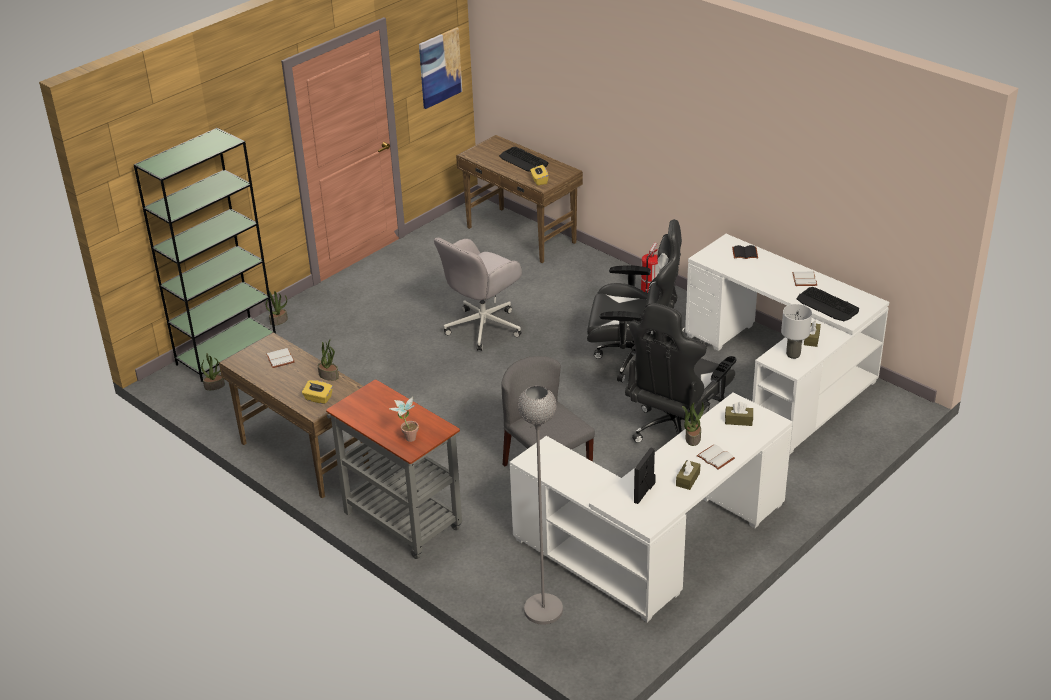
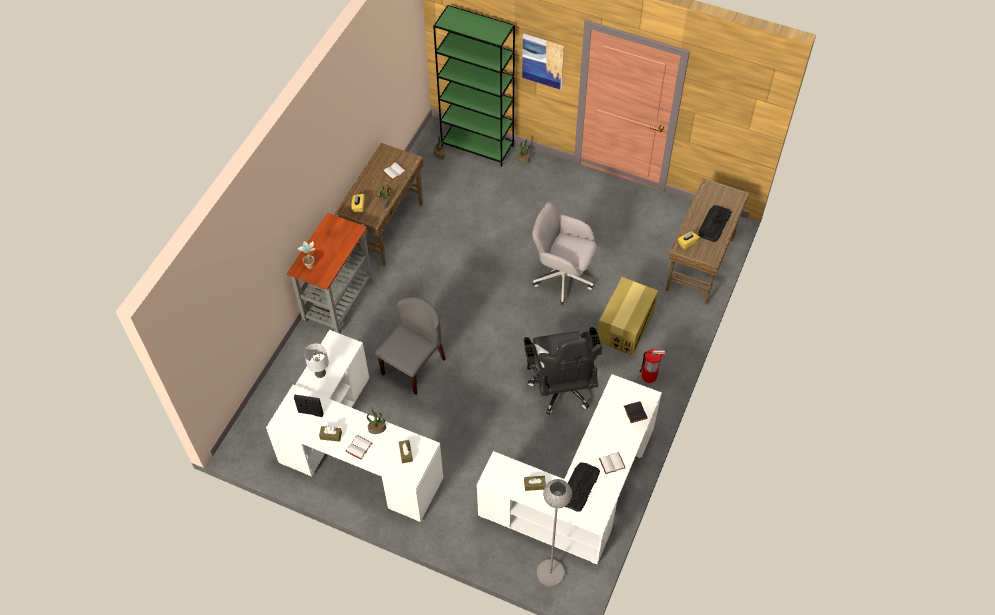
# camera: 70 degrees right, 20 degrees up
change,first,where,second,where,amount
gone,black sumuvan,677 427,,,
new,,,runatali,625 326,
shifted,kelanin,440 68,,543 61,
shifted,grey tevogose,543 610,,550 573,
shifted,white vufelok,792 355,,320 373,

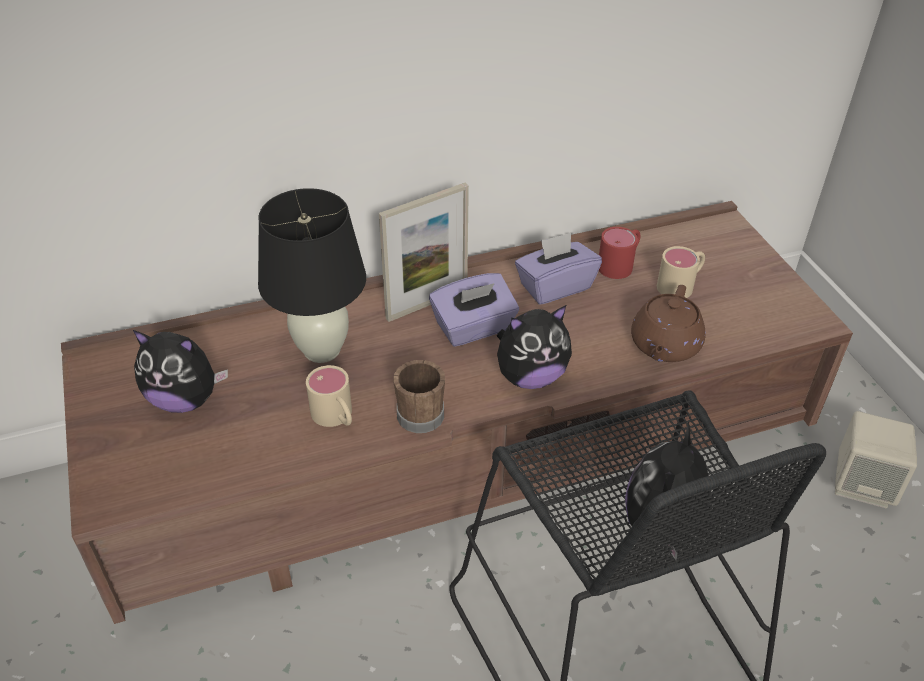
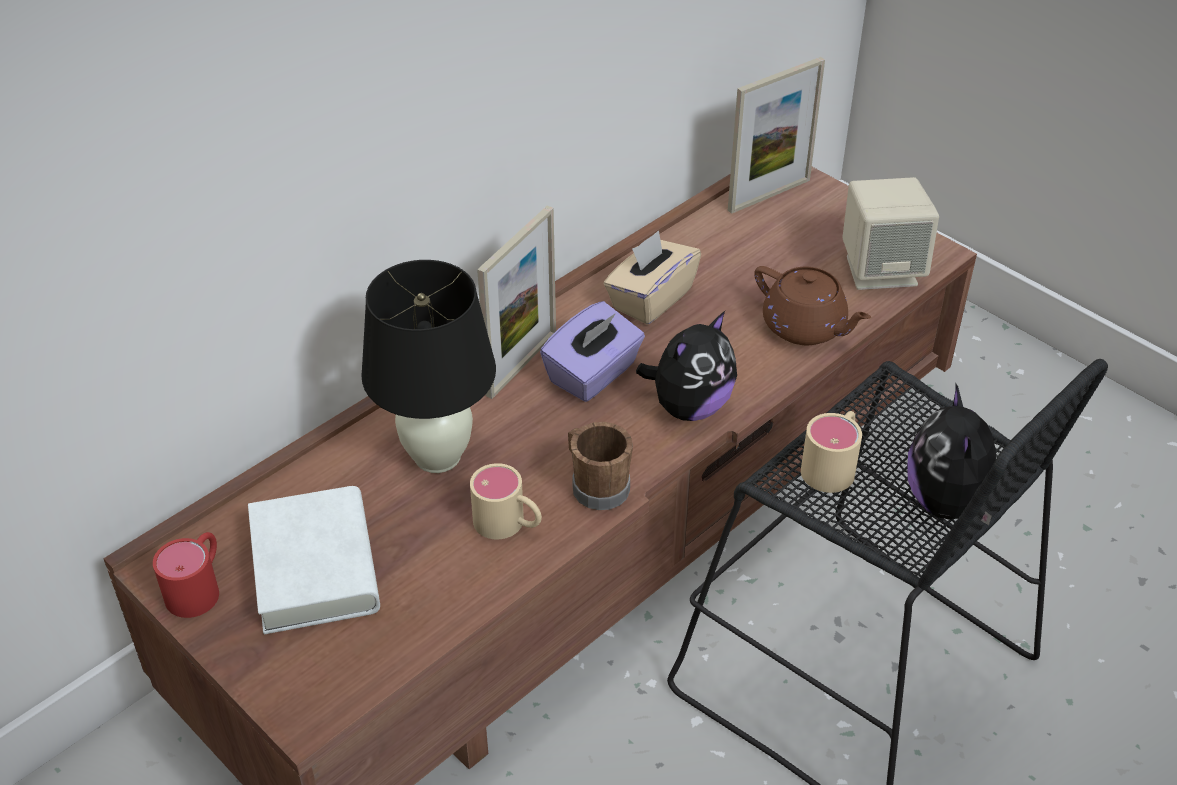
# camera: 25 degrees left, 0 degrees up
change,first,where,second,where,amount
new,,,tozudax,769 195,
shifted,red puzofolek,620 264,,199 586,
shifted,beige puzofolek,681 284,,833 464,
shifted,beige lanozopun,862 484,,881 270,
swapped,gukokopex,185 399,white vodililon,315 568,
repainted,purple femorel,555 286,beige femorel,650 299,
rotated,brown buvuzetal,664 346,,805 327,45 degrees counterclockwise

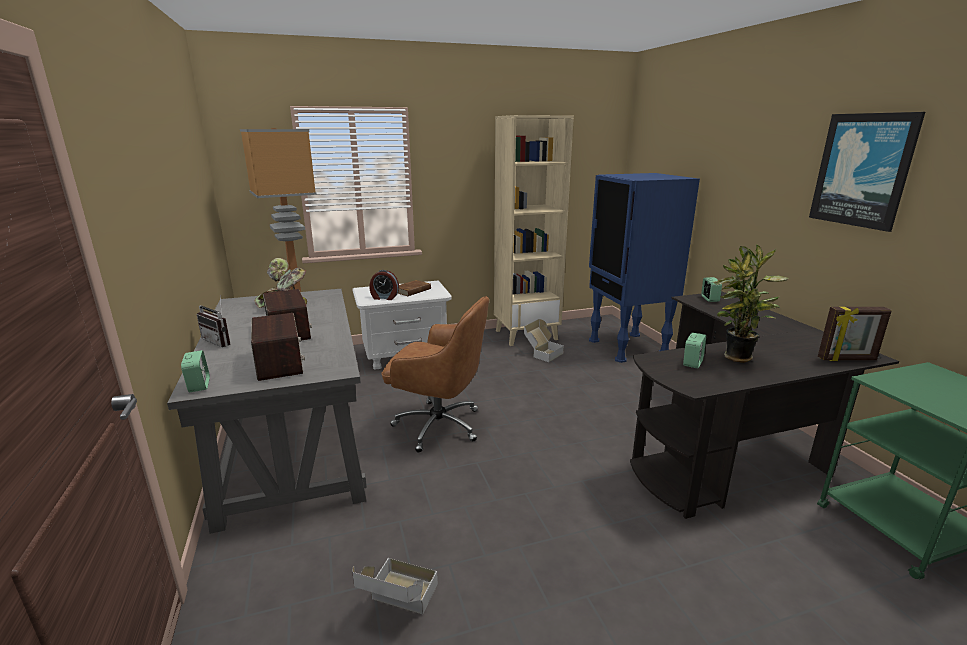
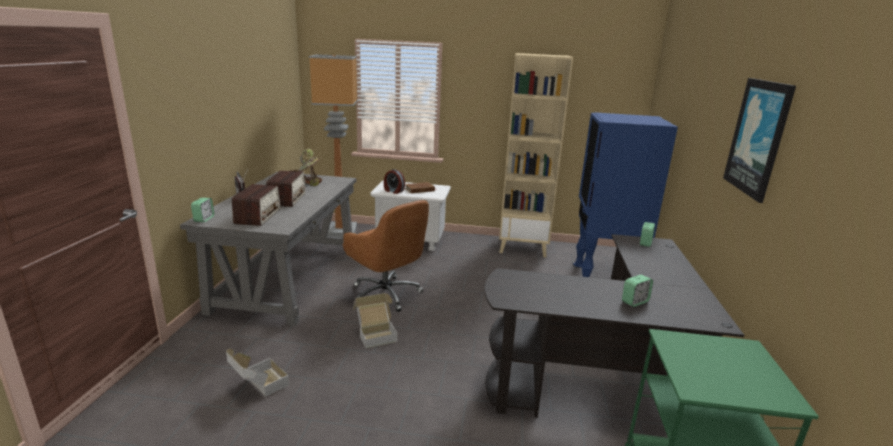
# camera: 25 degrees right, 0 degrees up
change,first,where,second,where,amount
gone,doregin,736 358,,,
gone,tozudax,847 359,,,
shifted,runatali,542 353,,376 334,
shifted,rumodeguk,692 363,,635 301,

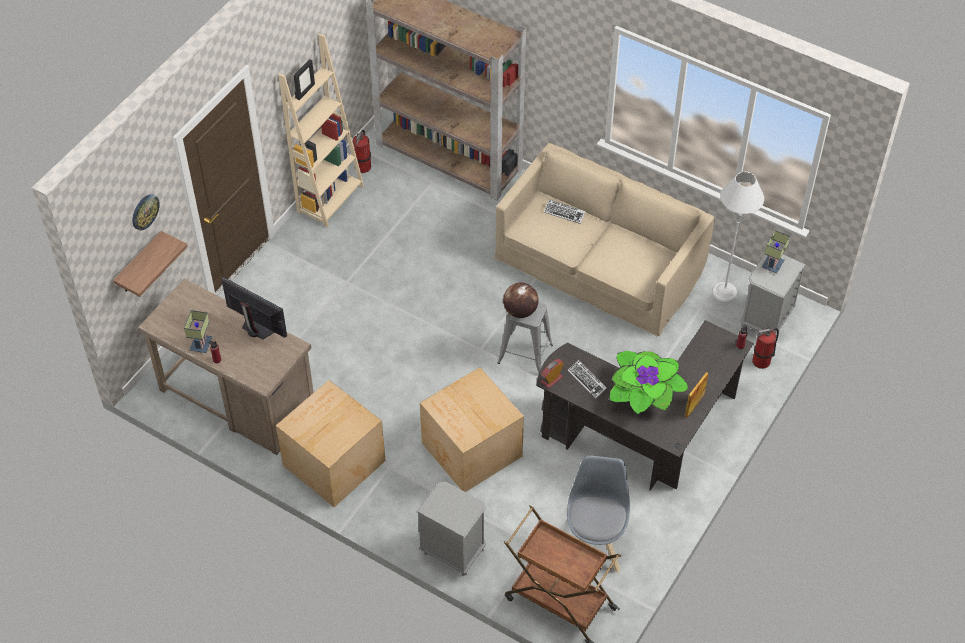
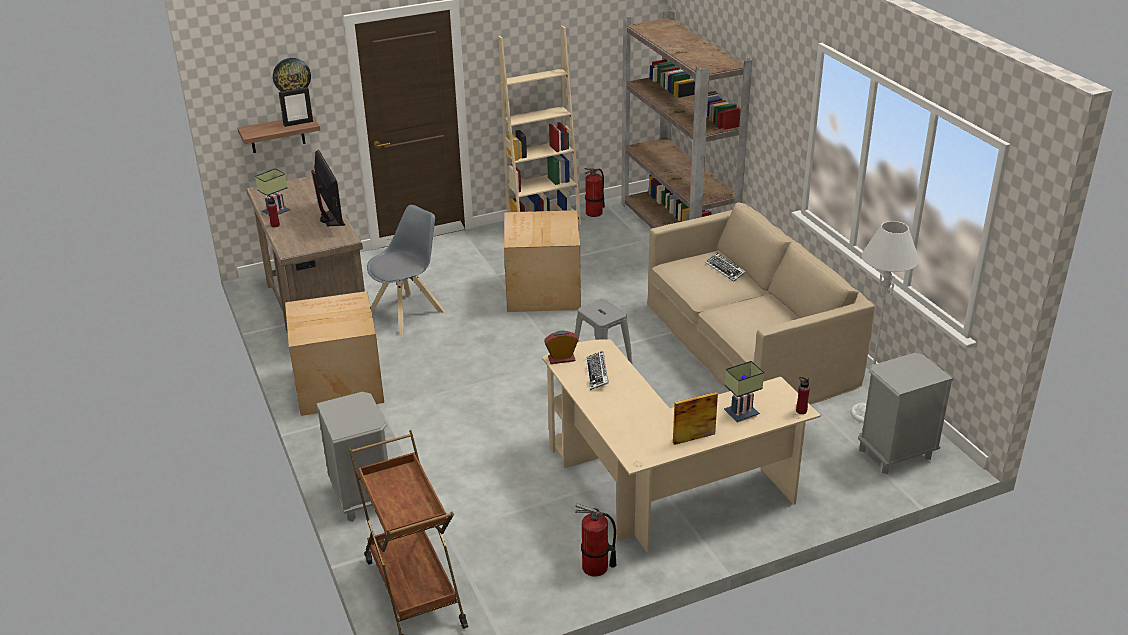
# camera: 35 degrees right, 20 degrees down
change,first,where,second,where,amount
gone,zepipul,520 311,,,
gone,doregin,644 393,,,
shifted,tozudax,305 91,,298 123,
shifted,runatali,471 451,,542 292,
shifted,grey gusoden,595 541,,407 312,
shifted,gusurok,761 361,,595 567,
shifted,vufelok,773 266,,741 415,
repainted,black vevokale,644 435,beige vevokale,658 491,

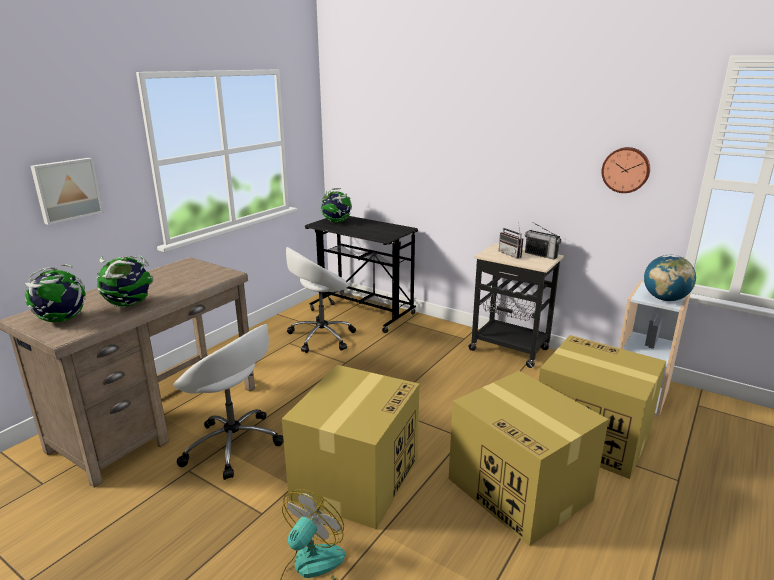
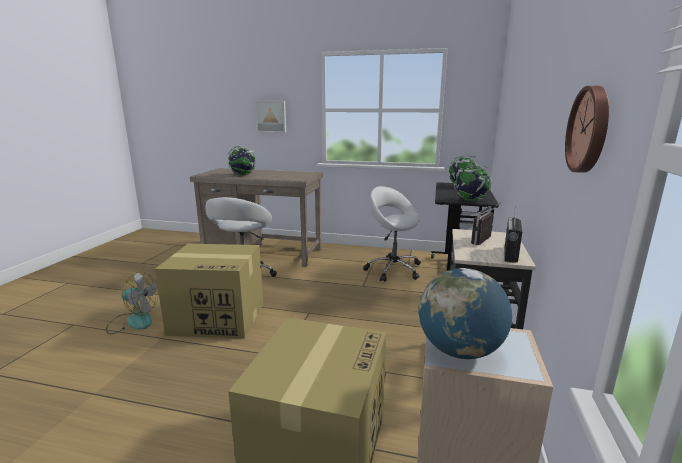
# camera: 70 degrees right, 5 degrees down
change,first,where,second,where,amount
gone,runatali,521 489,,,
shifted,zepipul,61 320,,470 200,

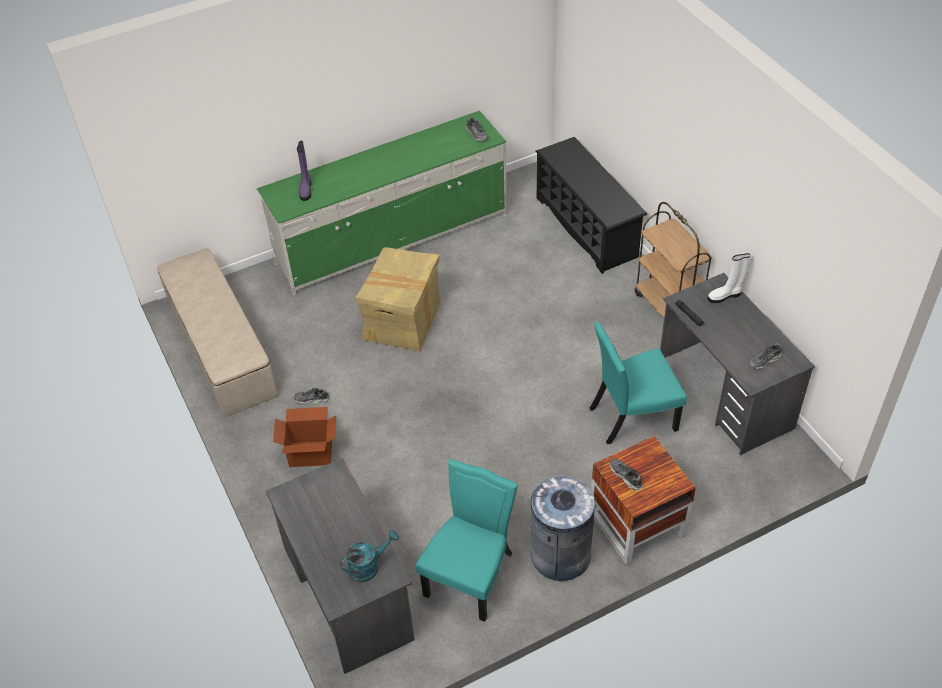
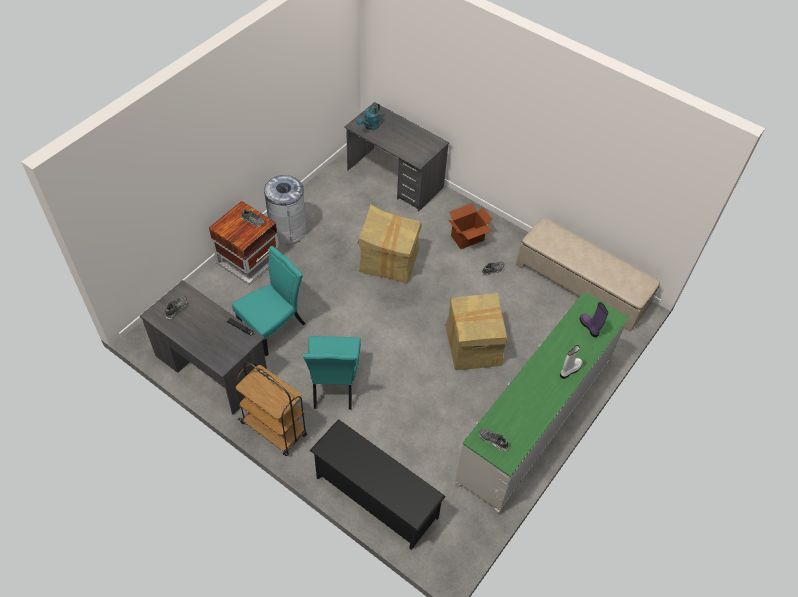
# camera: 150 degrees right, 5 degrees up
change,first,where,second,where,amount
new,,,runatali,388 261,
shifted,turquoise gusoden,470 577,,334 383,
shifted,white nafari,725 296,,570 370,

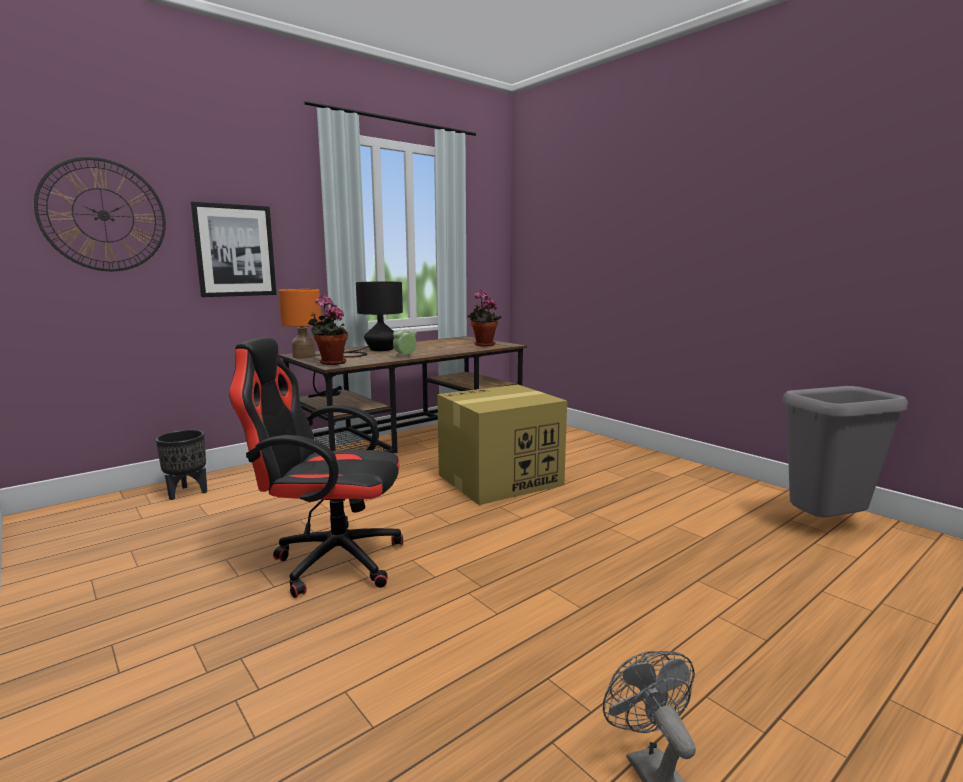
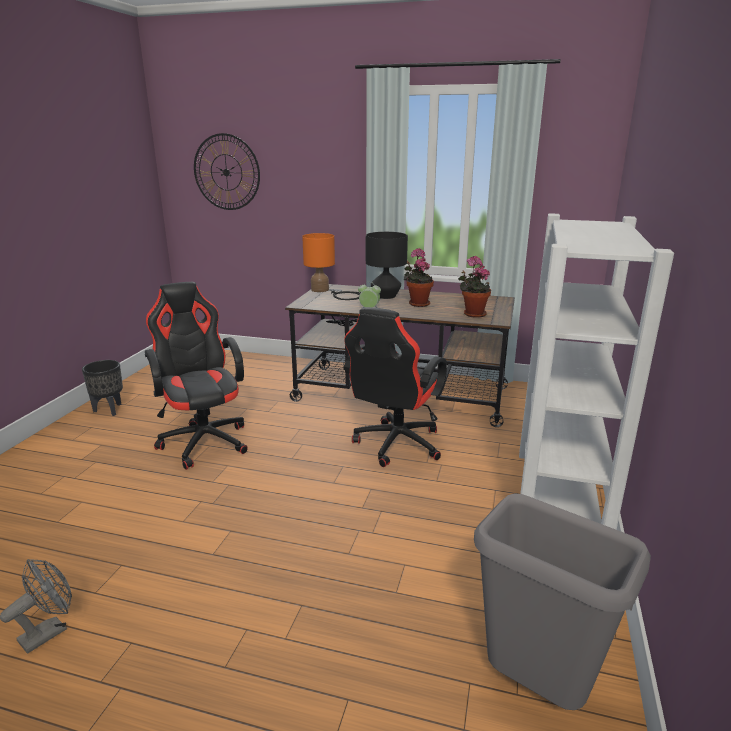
# camera: 55 degrees right, 10 degrees up
change,first,where,second,where,amount
gone,kelanin,235 250,,,
new,,,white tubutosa,557 503,
shifted,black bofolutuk,187 492,,109 410,
shifted,doregin,330 363,,417 303,
swapped,runatali,498 480,black sumuvan,394 447,

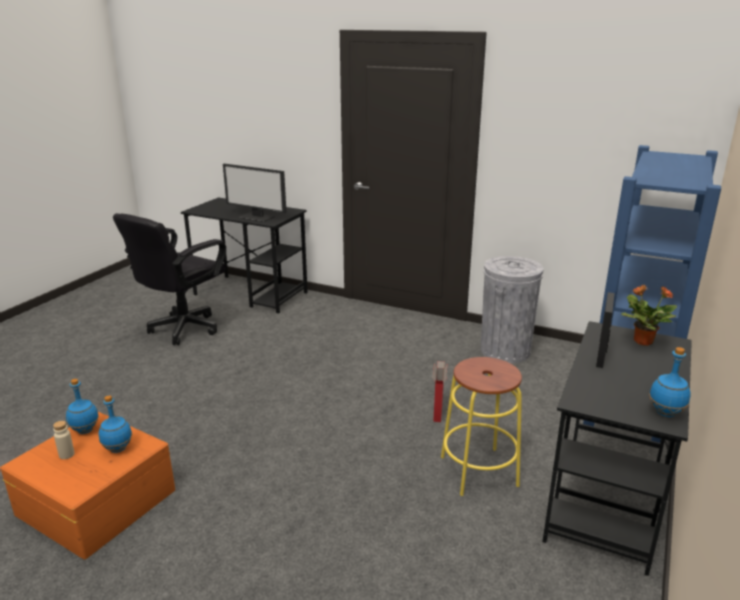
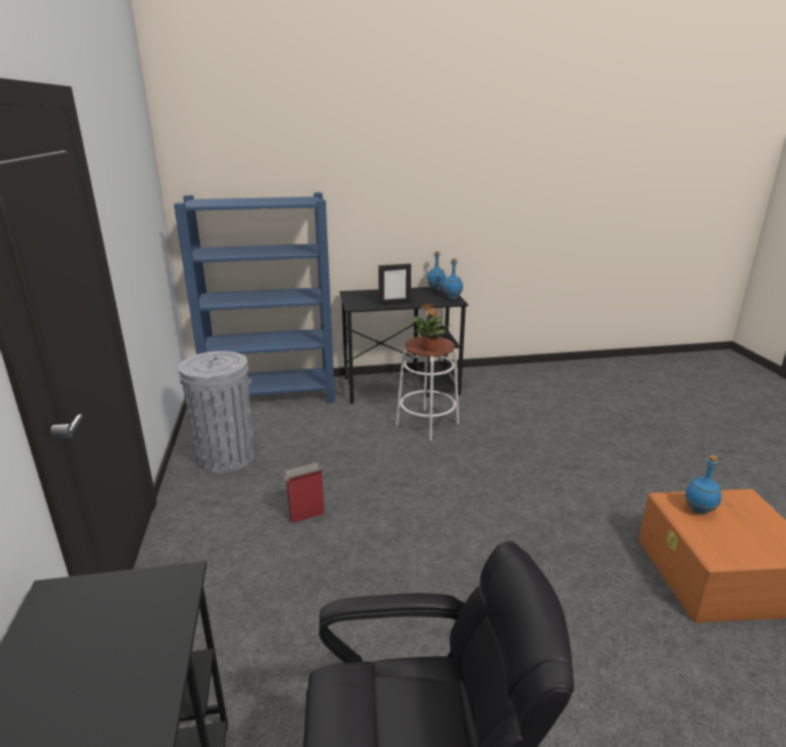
# camera: 125 degrees left, 0 degrees up
change,first,where,second,where,amount
gone,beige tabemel,66 454,,,
gone,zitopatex,257 217,,,
shifted,blue tabemel,85 430,,452 298,
shifted,runatali,437 412,,306 516,
shifted,doregin,642 341,,430 349,
repainted,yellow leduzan,478 471,white leduzan,427 424,

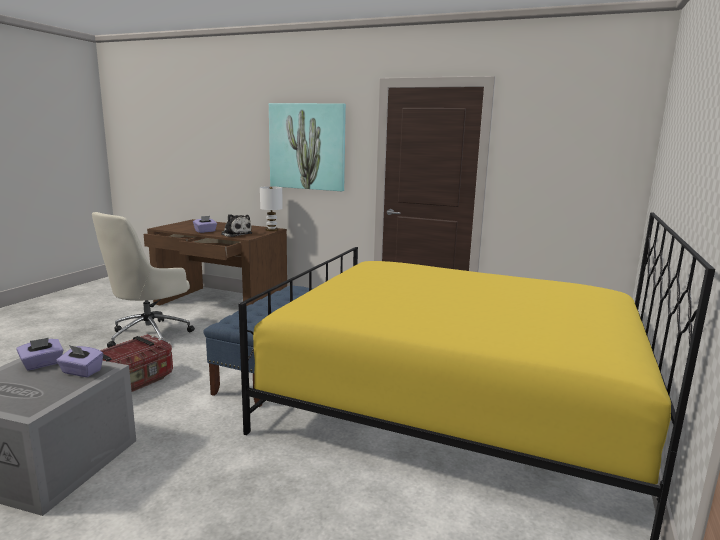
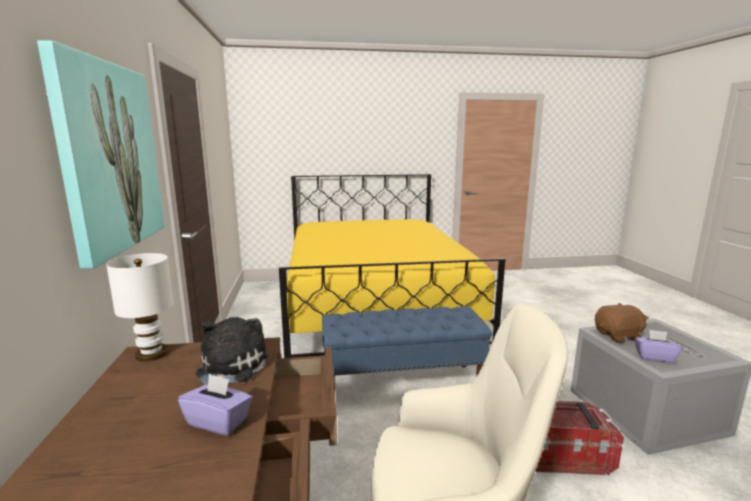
# camera: 120 degrees left, 0 degrees up
change,first,where,second,where,amount
swapped,purple femorel,81 372,brown gukokopex,618 336,

